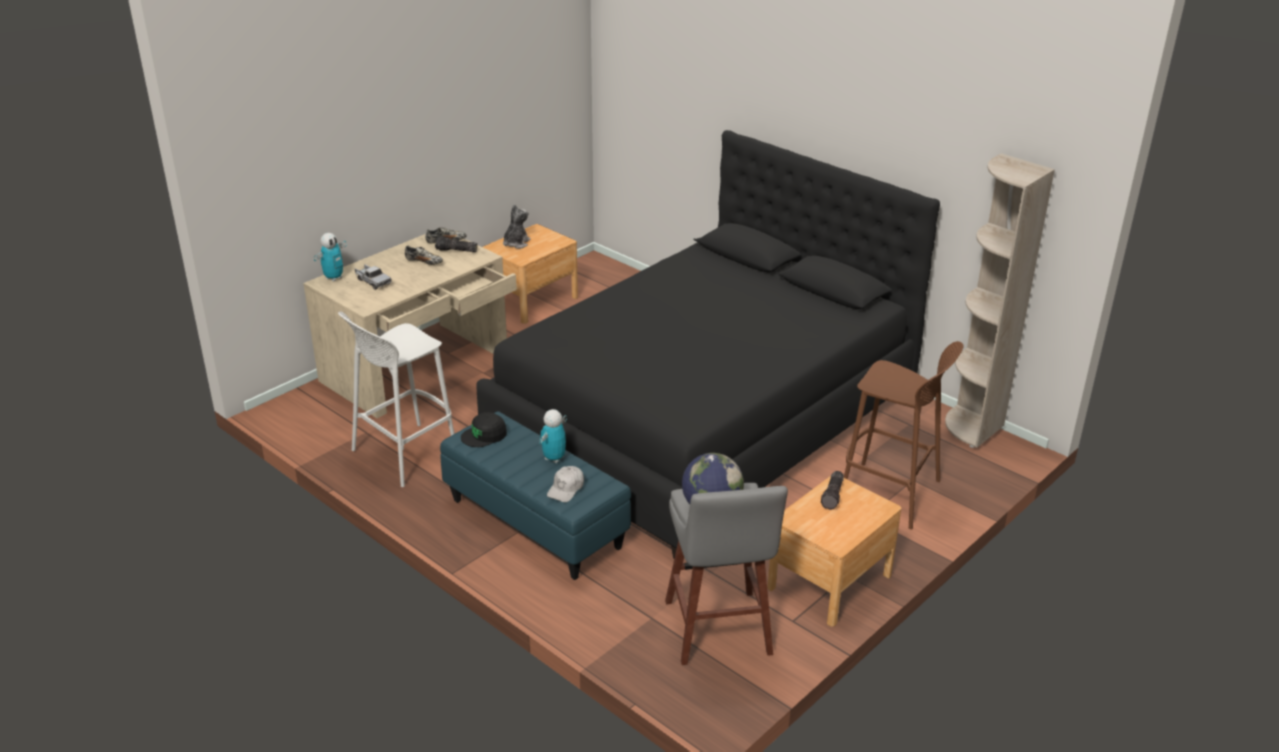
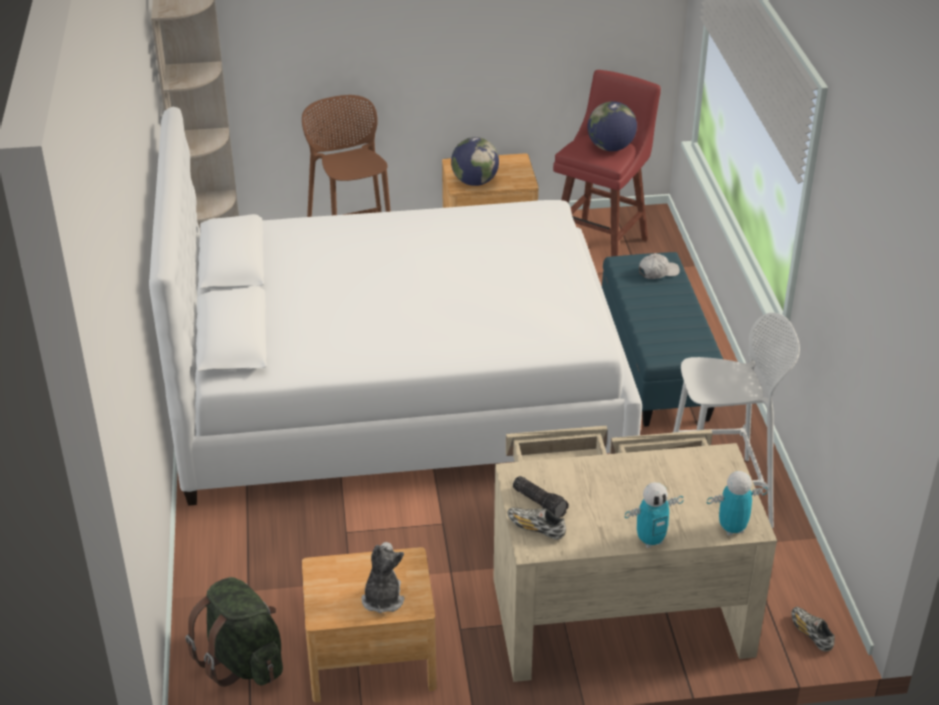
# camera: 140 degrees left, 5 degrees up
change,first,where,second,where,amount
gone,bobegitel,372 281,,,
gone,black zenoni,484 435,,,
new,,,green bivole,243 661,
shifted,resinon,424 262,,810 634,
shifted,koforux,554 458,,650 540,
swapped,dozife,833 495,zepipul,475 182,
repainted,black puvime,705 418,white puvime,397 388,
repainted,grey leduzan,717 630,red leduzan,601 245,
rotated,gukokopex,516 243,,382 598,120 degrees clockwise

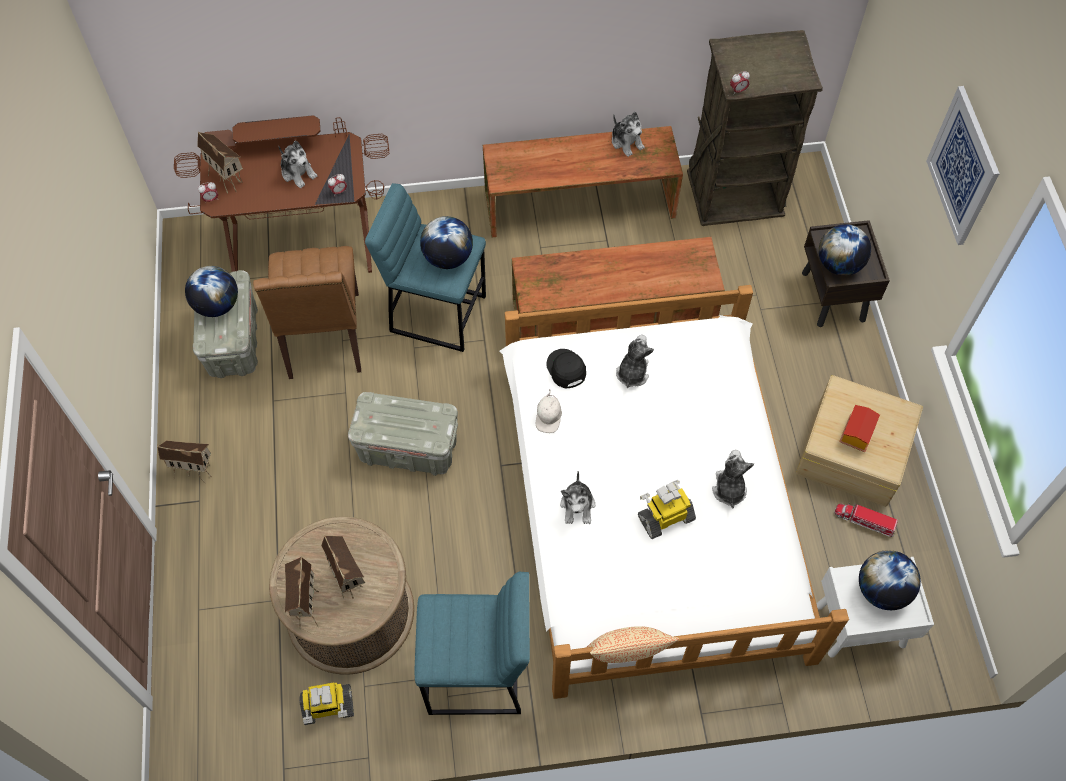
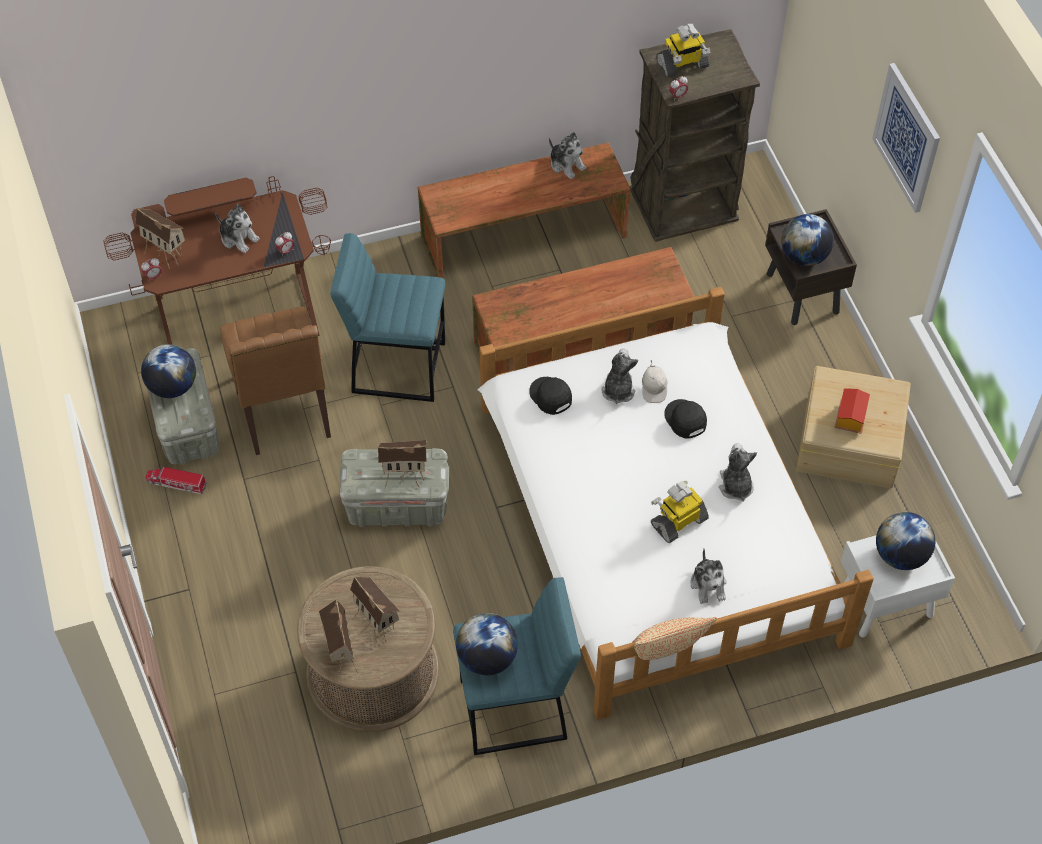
# camera: 10 degrees left, 5 degrees down
change,first,where,second,where,amount
new,,,black zenoni,685 420,
shifted,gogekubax,195 471,,405 477,
shifted,koforux,328 707,,682 65,
shifted,zepipul,448 258,,487 658,
shifted,white zenoni,549 417,,654 389,
shifted,gukokopex,578 506,,708 584,
shifted,bobegitel,864 521,,176 483,

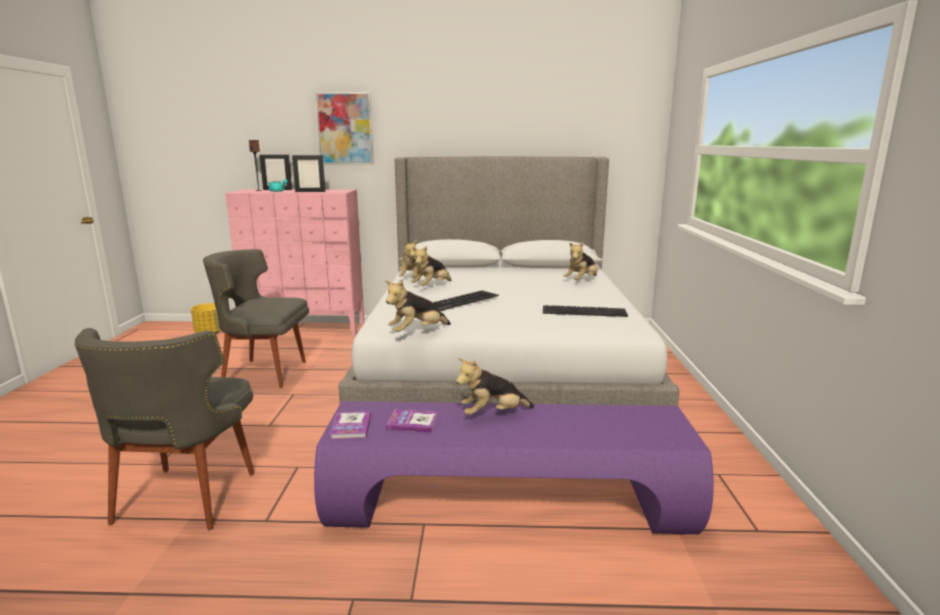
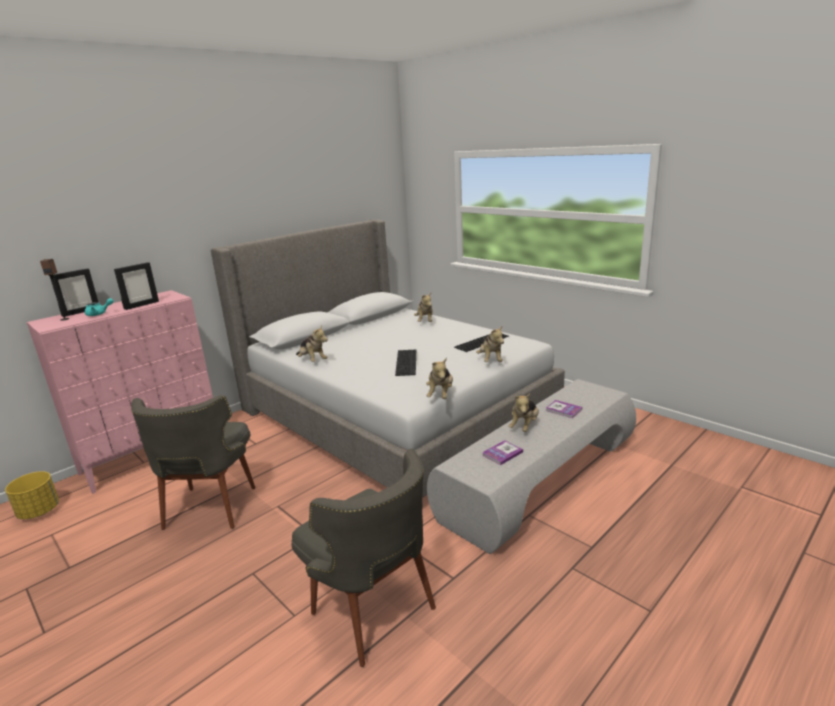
# camera: 45 degrees left, 5 degrees up
change,first,where,second,where,amount
gone,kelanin,345 128,,,
shifted,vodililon,351 426,,563 410,
shifted,gukokopex,432 287,,490 360,
repainted,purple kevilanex,508 501,grey kevilanex,539 477,
rotated,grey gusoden,266 374,,211 507,45 degrees counterclockwise

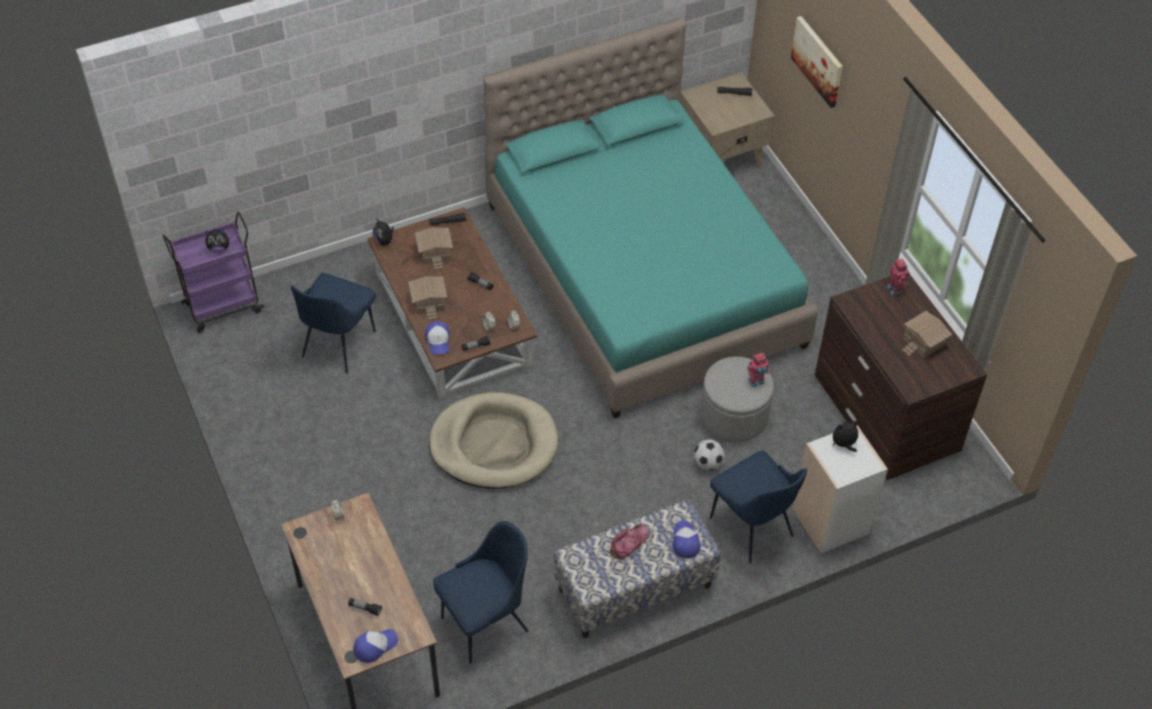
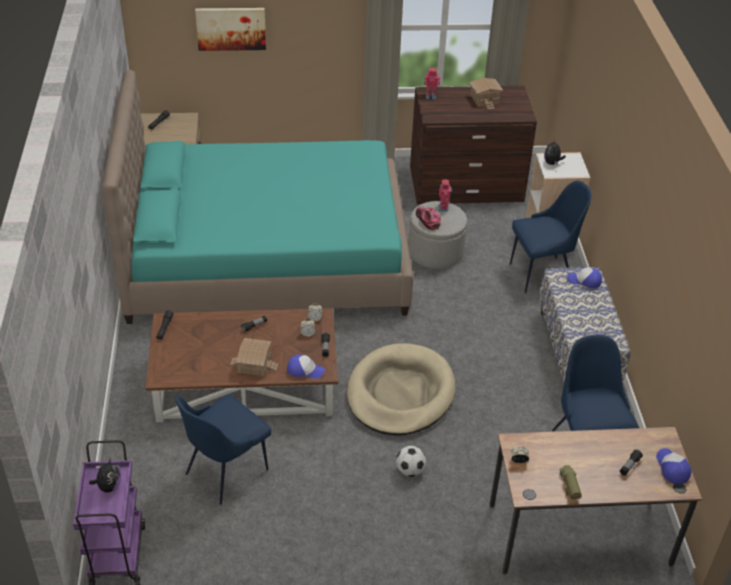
# camera: 70 degrees left, 10 degrees down
change,first,where,second,where,amount
gone,gukokopex,384 241,,,
gone,gogekubax,435 252,,,
new,,,bobegitel,569 486,
shifted,zenoni,628 543,,427 220,
shifted,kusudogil,708 463,,410 470,
rotated,blue gusoden,338 345,,226 472,90 degrees clockwise

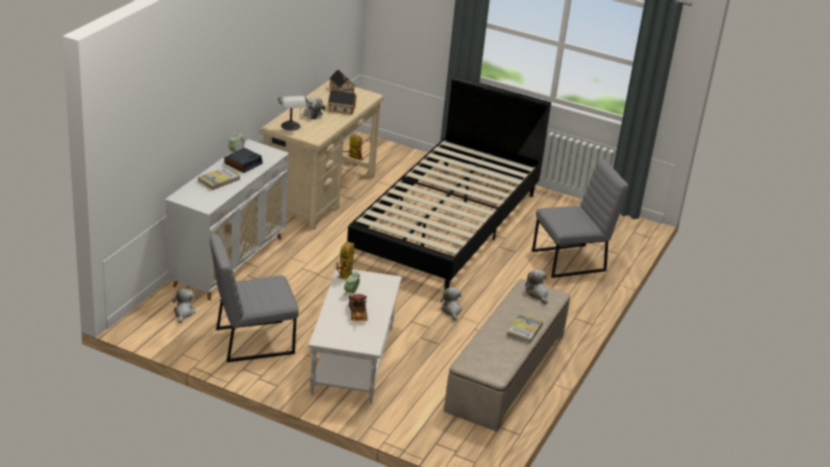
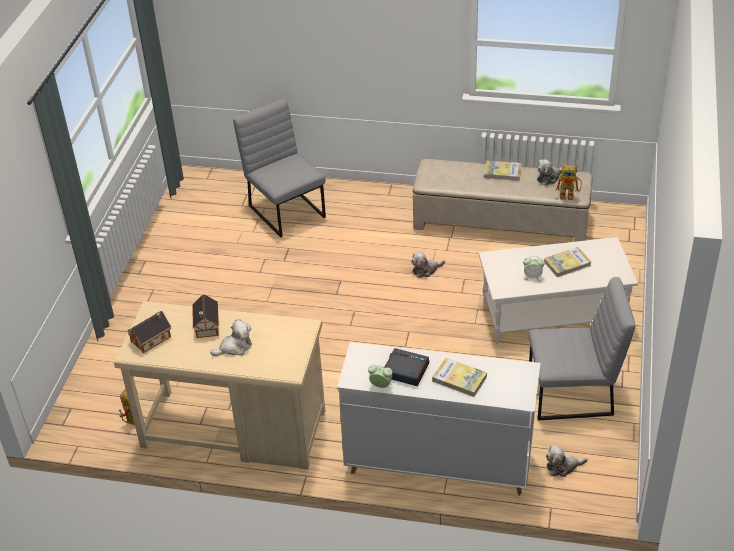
# camera: 100 degrees left, 10 degrees up
change,first,where,second,where,amount
gone,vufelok,292 128,,,
gone,black puvime,446 226,,,
shifted,koforux,345 277,,570 196,
shifted,gukokopex,537 294,,549 177,
swapped,bobegitel,357 315,vodililon,567 264,
rotated,grey gusoden,252 341,,573 394,60 degrees counterclockwise

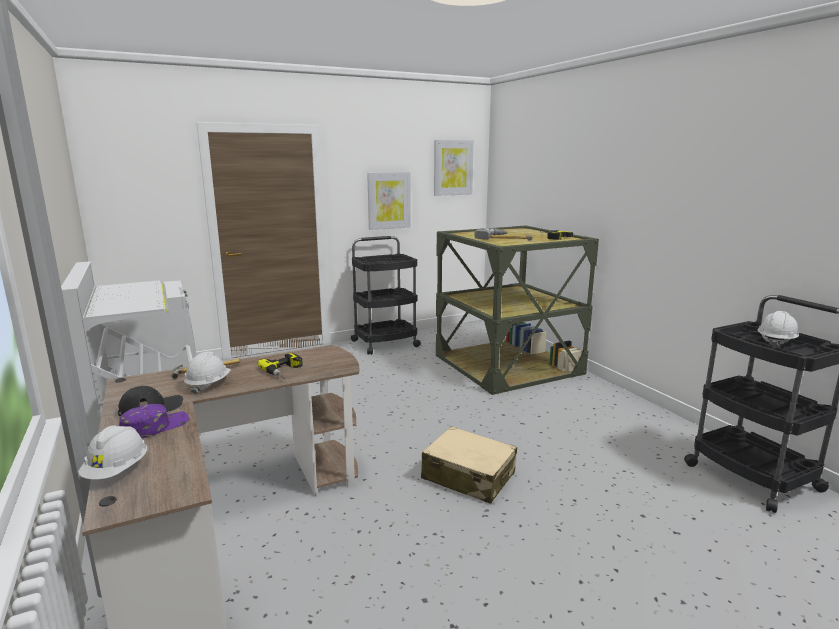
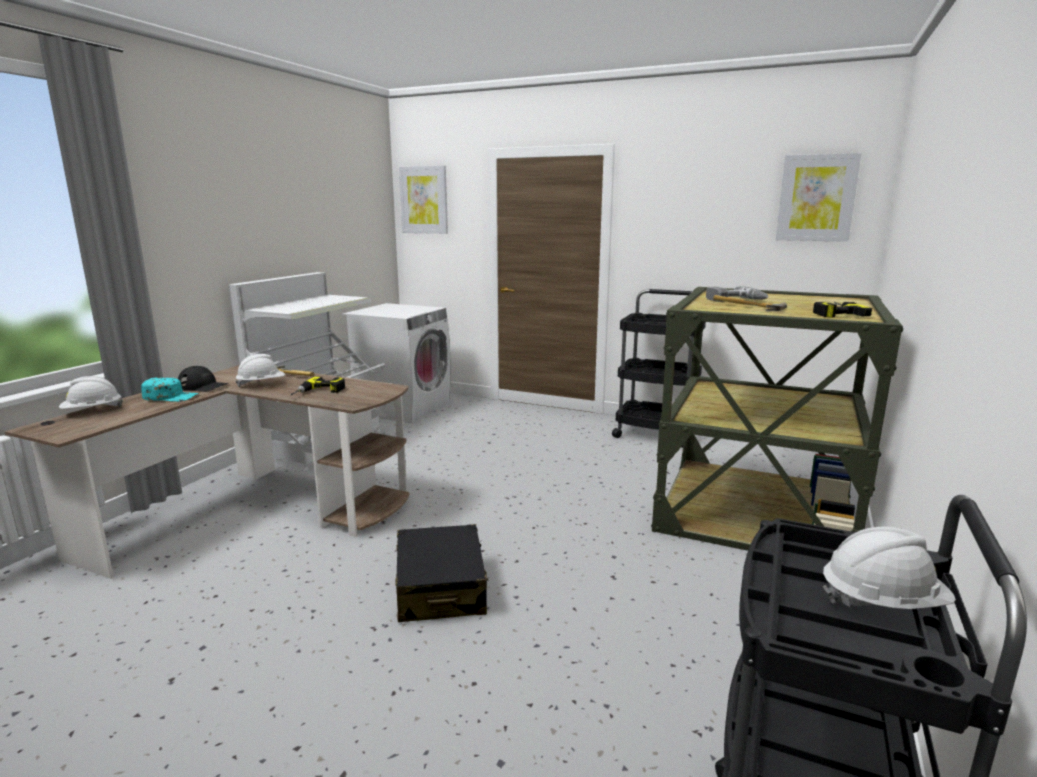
# camera: 50 degrees right, 0 degrees up
change,first,where,second,where,amount
shifted,kelanin,389 200,,424 200,
repainted,purple zenoni,155 426,turquoise zenoni,171 396,
repainted,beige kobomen,468 476,black kobomen,440 588,

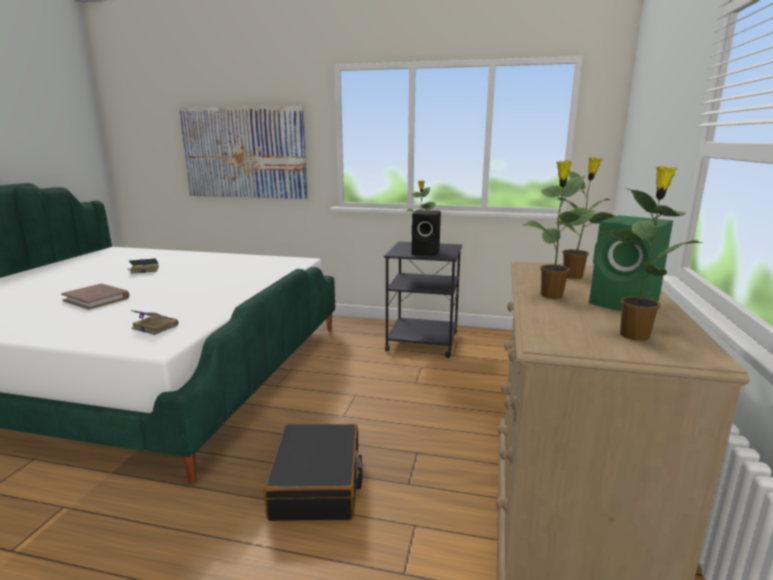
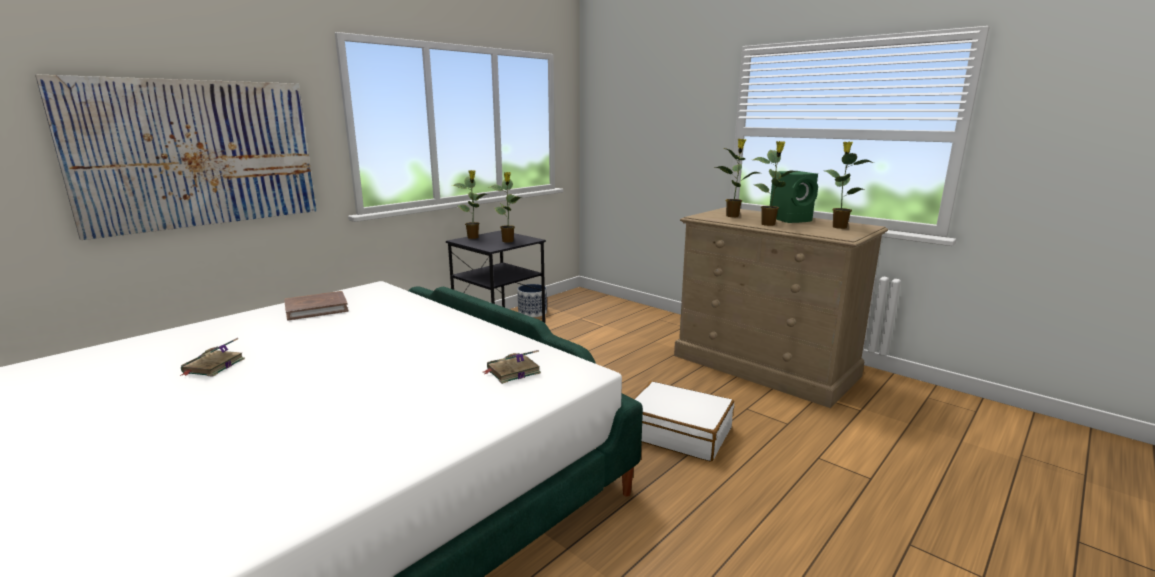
# camera: 60 degrees left, 0 degrees up
change,first,where,second,where,amount
new,,,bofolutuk,532 312,
shifted,brown vodililon,97 299,,316 308,
swapped,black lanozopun,427 252,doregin,508 241,
repainted,black kobomen,317 484,white kobomen,678 432,

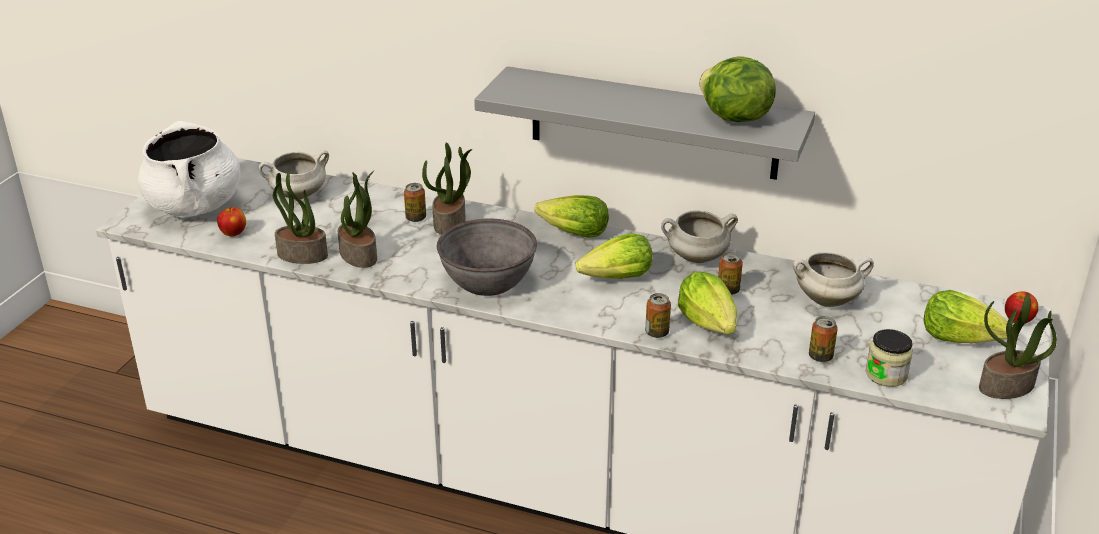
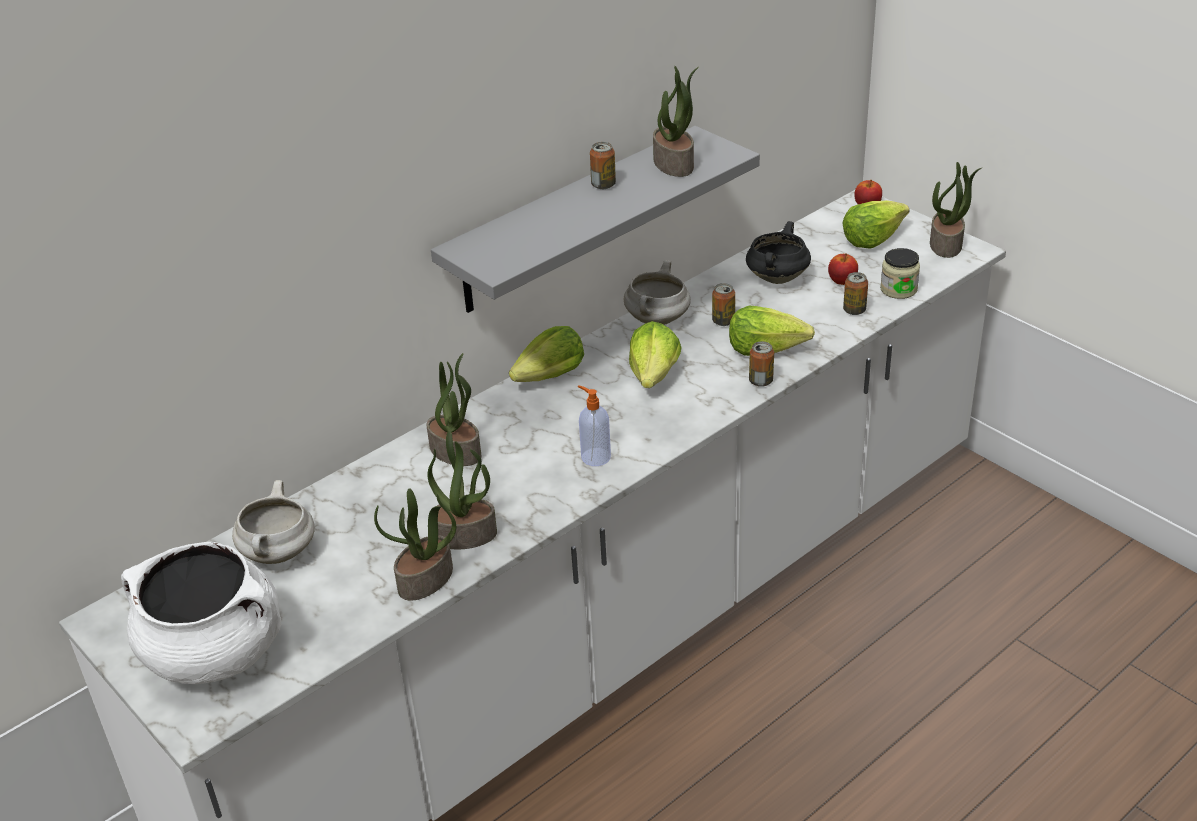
# camera: 60 degrees left, 5 degrees up
change,first,where,second,where,amount
shifted,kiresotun,233 233,,842 281,
shifted,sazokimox,416 218,,603 185,
swapped,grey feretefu,487 281,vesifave,595 456,
swapped,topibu,733 118,doregin,674 164,
repainted,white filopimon,828 300,black filopimon,777 277,

